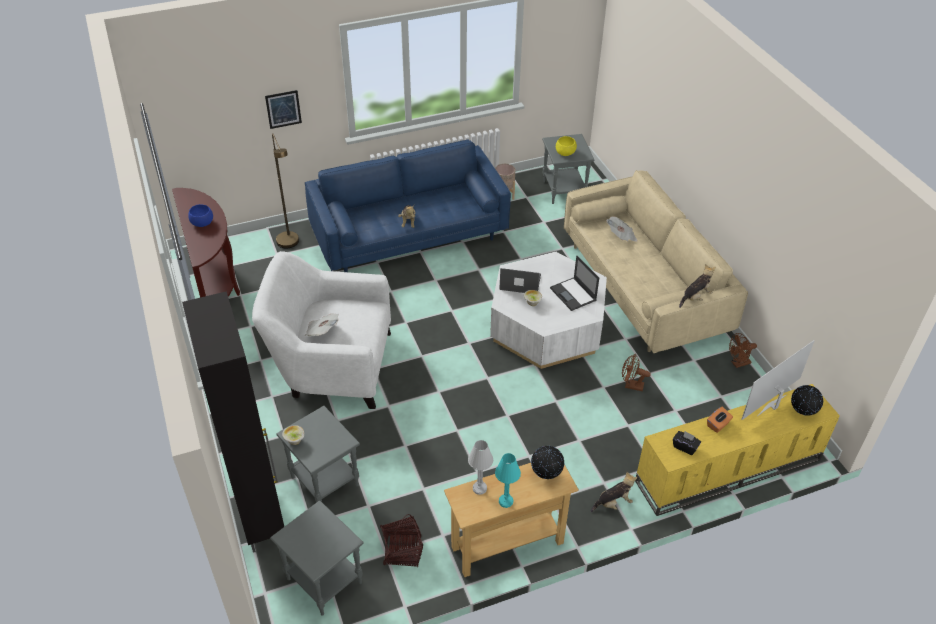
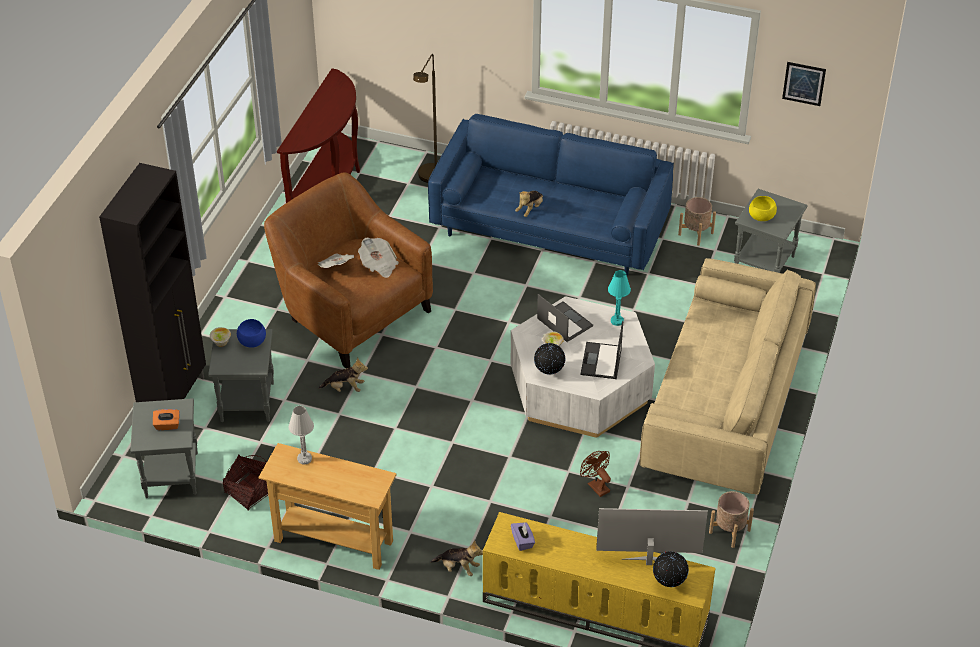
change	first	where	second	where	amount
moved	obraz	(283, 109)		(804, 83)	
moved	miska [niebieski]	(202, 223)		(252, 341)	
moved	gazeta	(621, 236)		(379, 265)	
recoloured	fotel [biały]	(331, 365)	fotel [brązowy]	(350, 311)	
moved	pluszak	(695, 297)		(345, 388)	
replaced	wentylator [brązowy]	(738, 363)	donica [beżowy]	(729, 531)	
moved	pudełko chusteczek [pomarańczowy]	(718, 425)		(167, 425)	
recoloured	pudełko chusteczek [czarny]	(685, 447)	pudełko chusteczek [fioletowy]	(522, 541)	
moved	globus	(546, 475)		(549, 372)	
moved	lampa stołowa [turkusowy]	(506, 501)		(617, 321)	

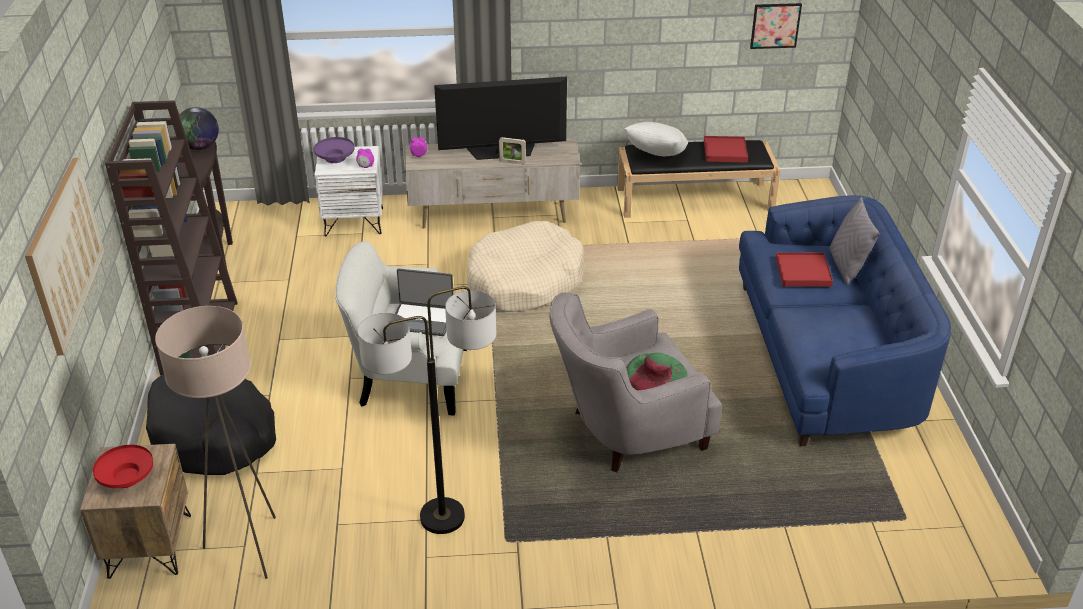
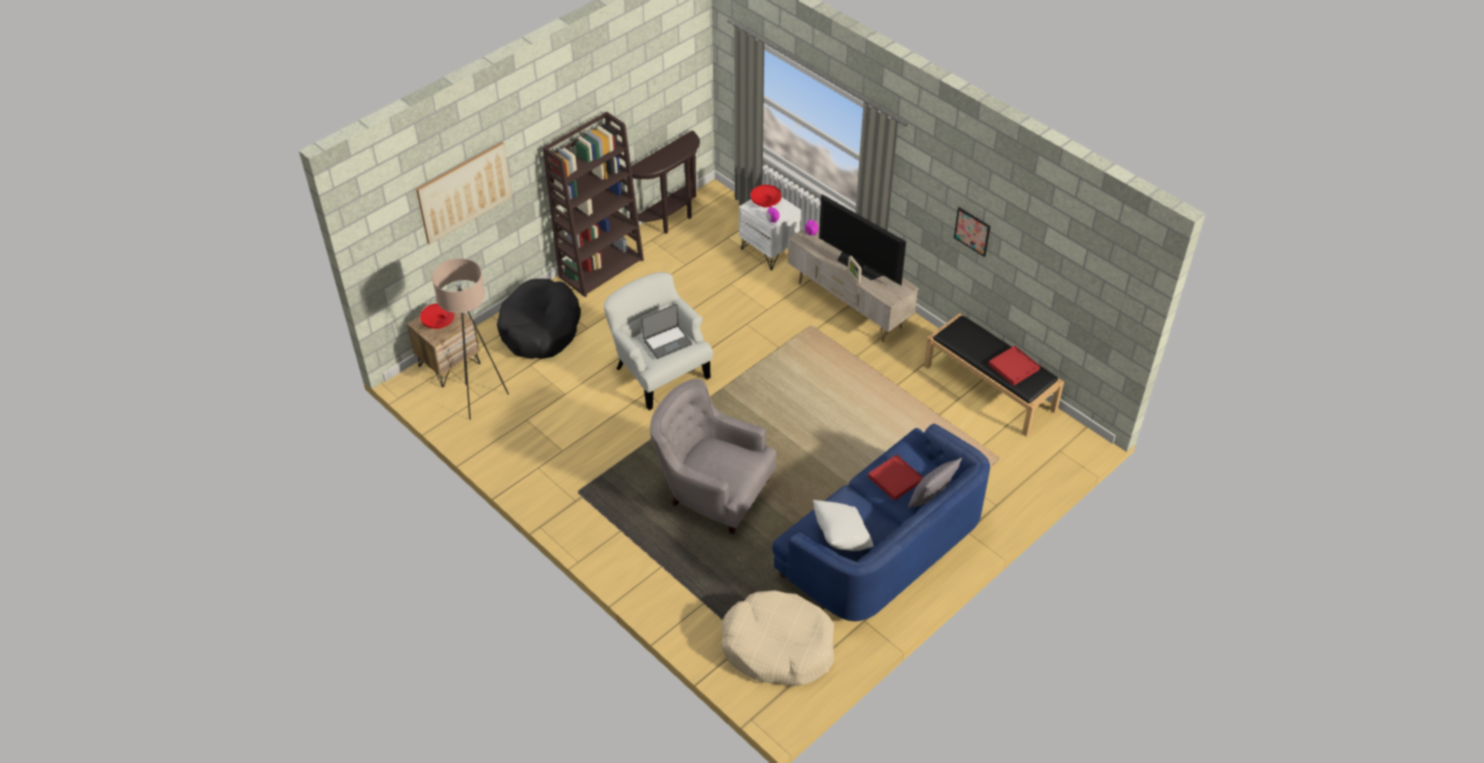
change	first	where	second	where	amount
moved	obraz	(775, 25)		(972, 231)	
removed	globus	(200, 147)			
moved	poduszka [biały]	(655, 156)		(841, 537)	
recoloured	miska [fioletowy]	(335, 158)	miska [czerwony]	(765, 202)	
moved	legowisko [beżowy]	(524, 281)		(778, 647)	
turned	laptop	(422, 319)		(667, 342)	90 degrees counterclockwise
removed	lampa stojąca	(442, 517)			
removed	kapelusz [zielony]	(656, 374)			

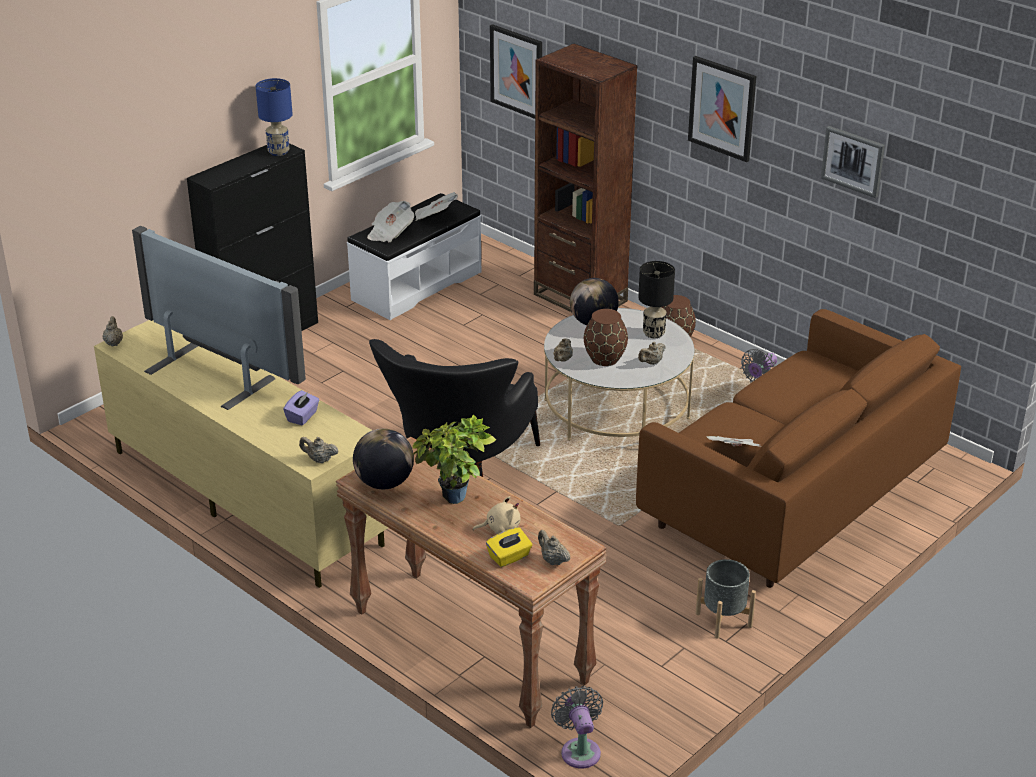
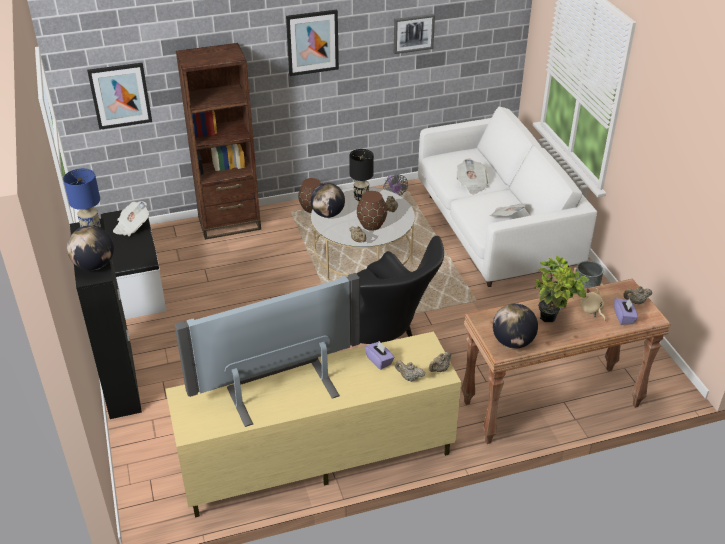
change	first	where	second	where	amount
moved	gazeta	(390, 233)		(472, 184)	
recoloured	kanapa [brązowy]	(791, 497)	kanapa [biały]	(495, 231)	
moved	imbryk [beżowy]	(114, 343)		(409, 378)	
turned	pluszak [beżowy]	(500, 528)		(591, 310)	45 degrees counterclockwise
recoloured	pudełko chusteczek [żółty]	(509, 557)	pudełko chusteczek [fioletowy]	(624, 317)	
removed	wentylator [szary]	(579, 750)			
added			globus	(94, 265)	

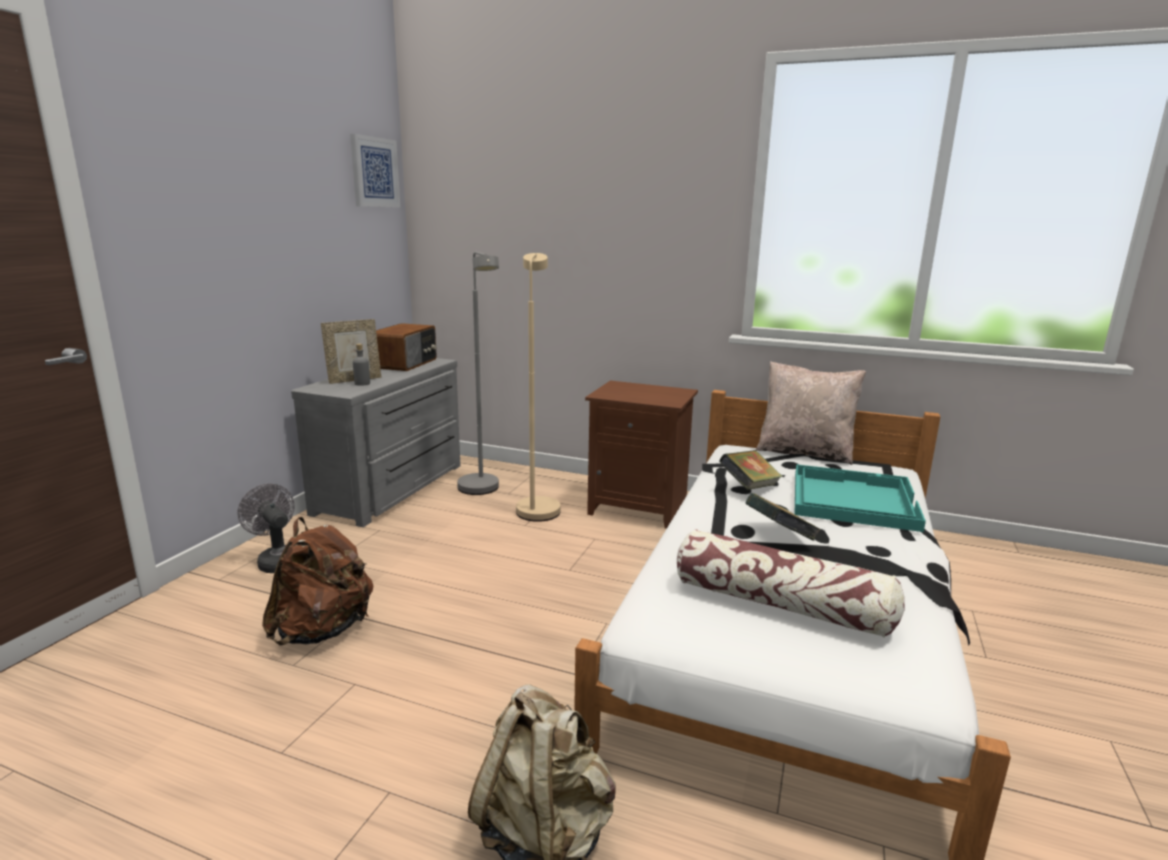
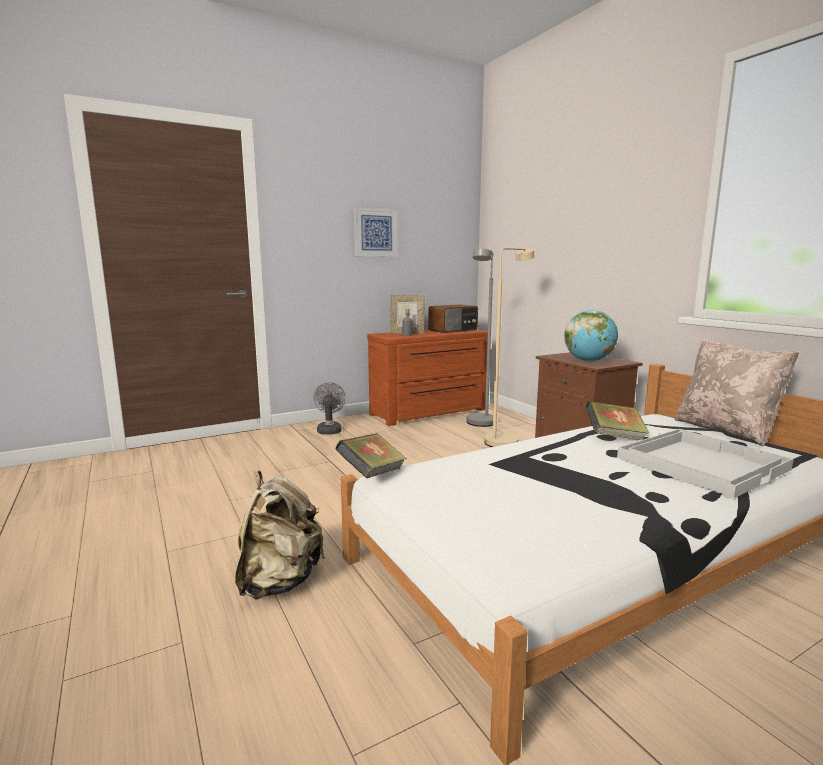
change	first	where	second	where	amount
moved	obraz	(374, 172)		(375, 232)	
recoloured	komoda [szary]	(394, 489)	komoda [brązowy]	(430, 413)	
recoloured	taca [turkusowy]	(851, 499)	taca [biały]	(701, 463)	
moved	książka	(779, 536)		(372, 474)	
removed	plecak [brązowy]	(323, 630)			
removed	poduszka	(781, 604)			
added			globus	(588, 361)	

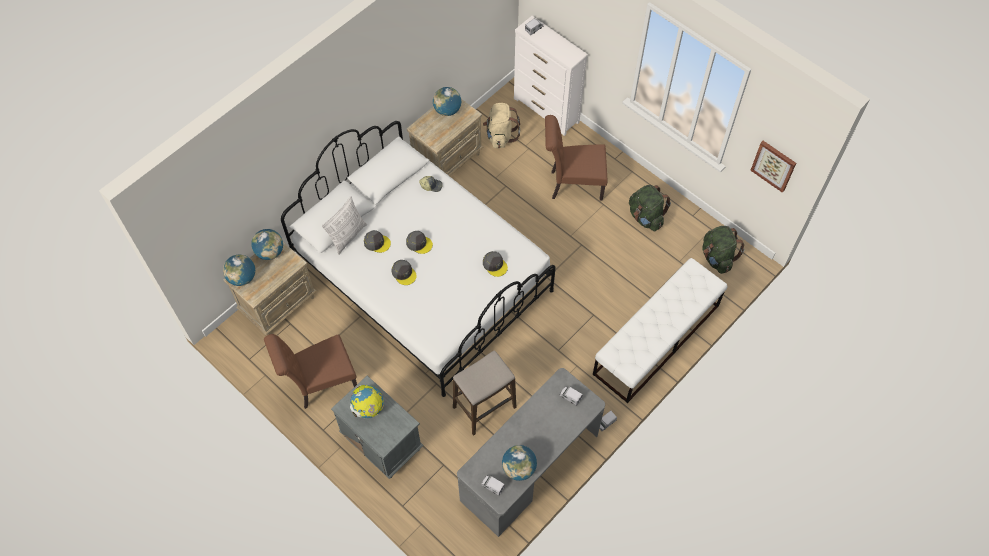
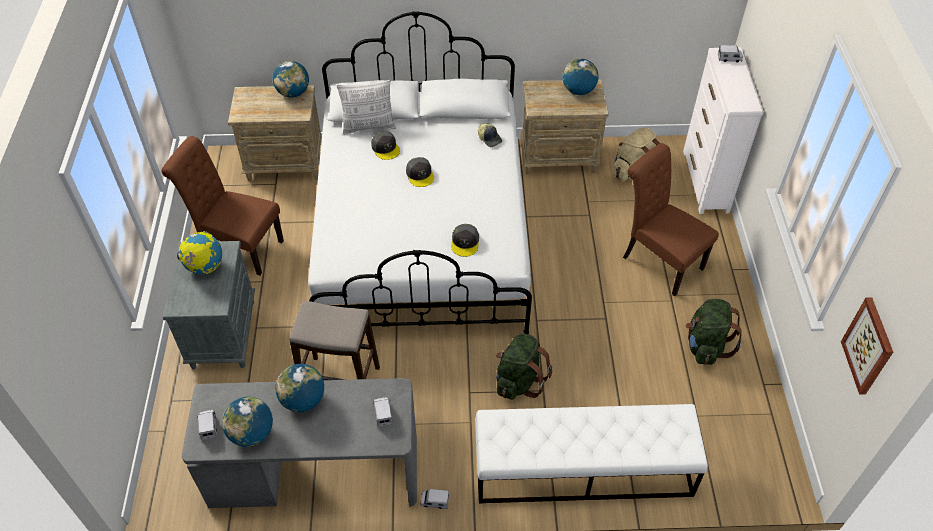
change	first	where	second	where	amount
moved	plecak [zielony]	(717, 258)		(519, 380)	
moved	globus	(242, 278)		(303, 400)	
removed	czapka z daszkiem [szary]	(404, 273)			

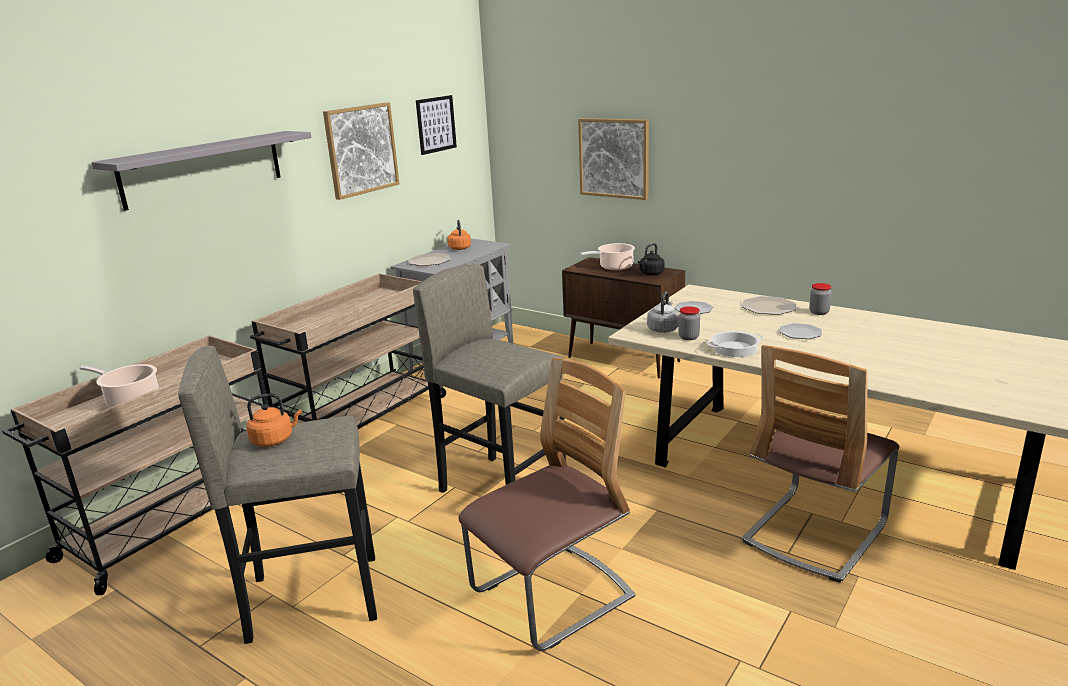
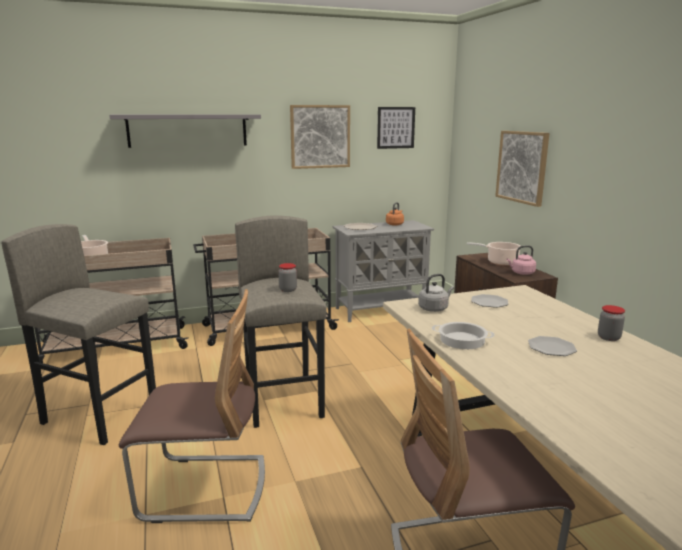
change	first	where	second	where	amount
recoloured	czajnik [czarny]	(650, 274)	czajnik [różowy]	(521, 273)	
removed	talerz	(768, 307)			
moved	słoik	(688, 337)		(288, 290)	
removed	czajnik [pomarańczowy]	(274, 440)			

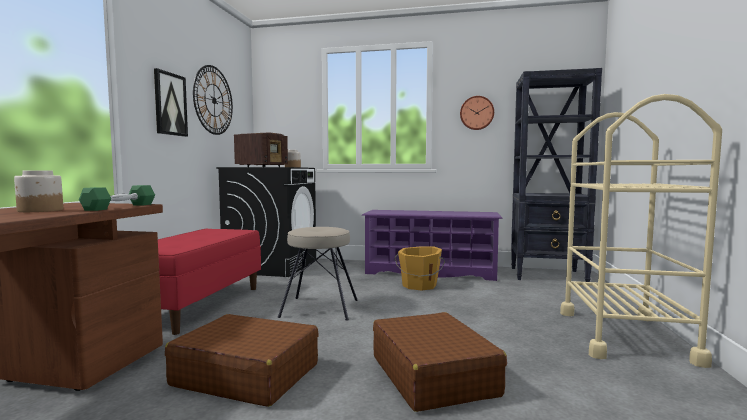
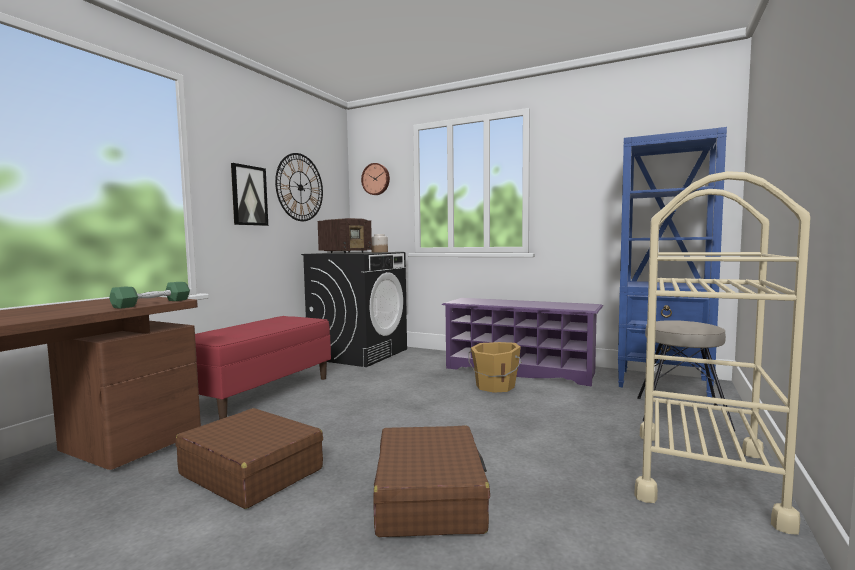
change	first	where	second	where	amount
recoloured	regał [czarny]	(548, 275)	regał [niebieski]	(664, 383)	
moved	zegar ścienny	(476, 113)		(376, 179)	
removed	słoik	(40, 210)			
moved	stołek [beżowy]	(320, 308)		(681, 412)	

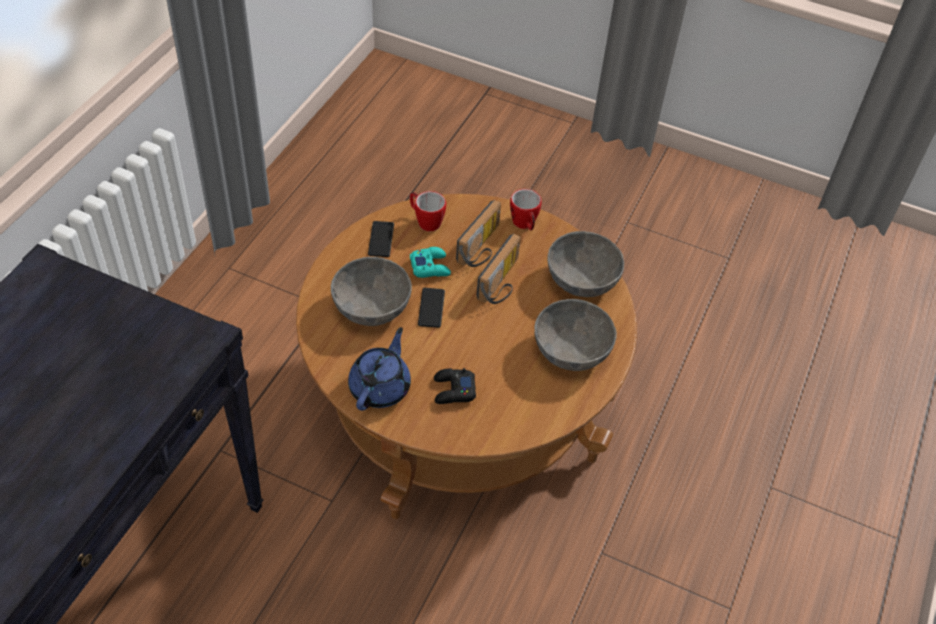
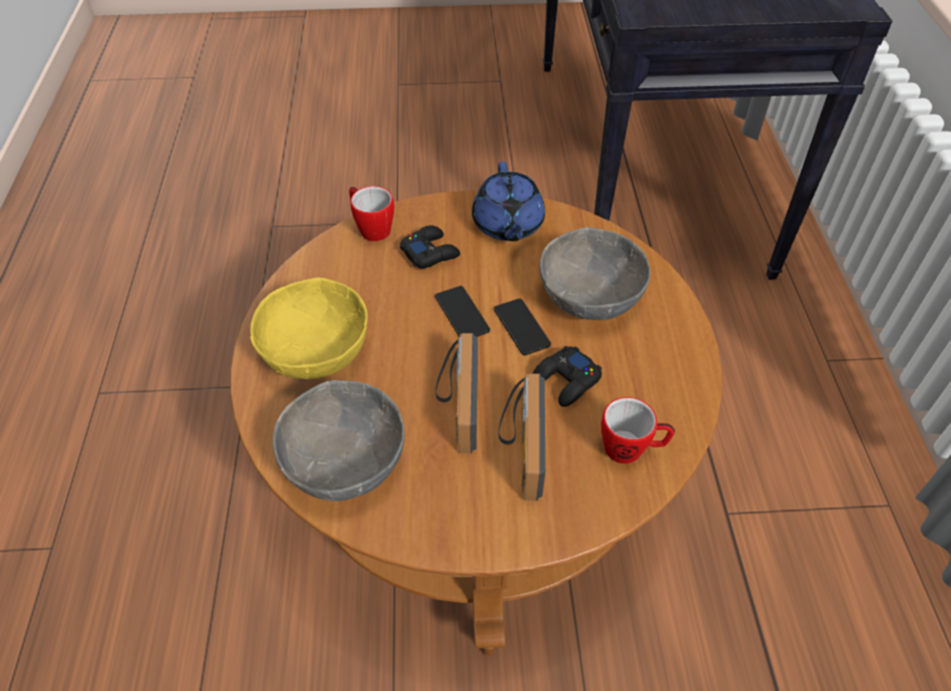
change	first	where	second	where	amount
moved	kubek	(525, 225)		(371, 228)	
moved	telefon	(381, 239)		(462, 314)	
recoloured	pad do gier [turkusowy]	(430, 266)	pad do gier [czarny]	(566, 381)	
recoloured	miska [szary]	(570, 351)	miska [żółty]	(316, 351)	

